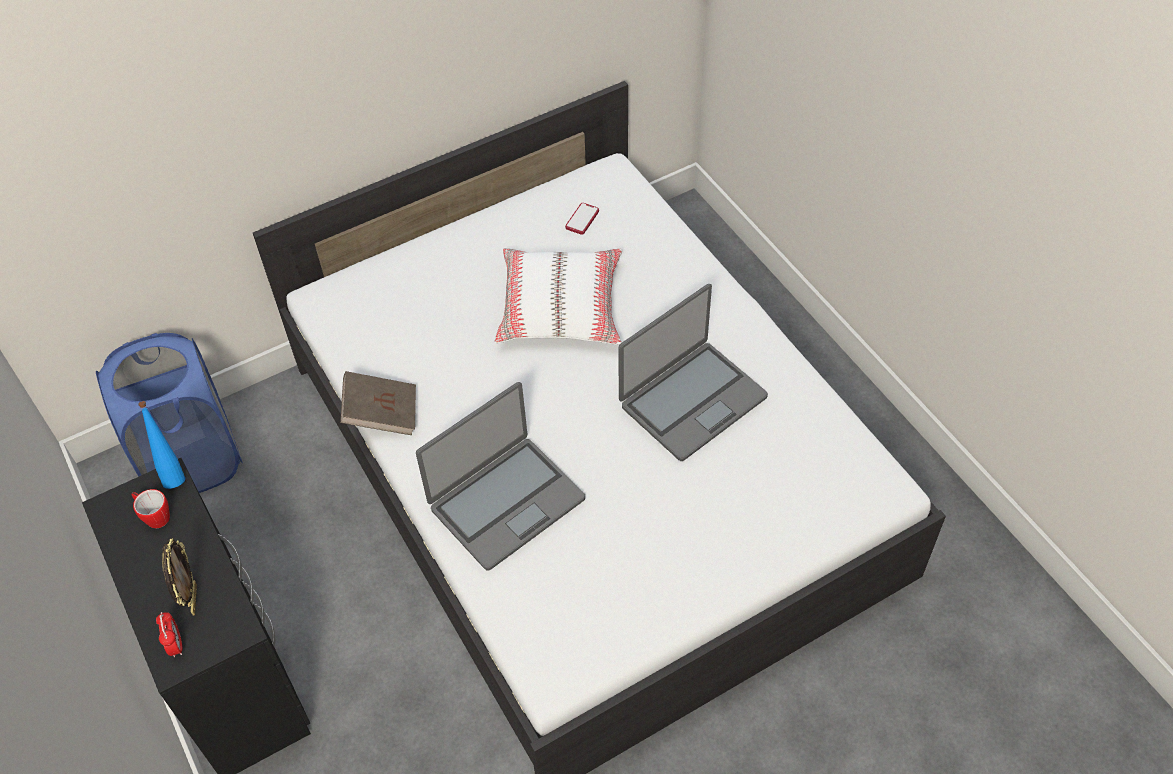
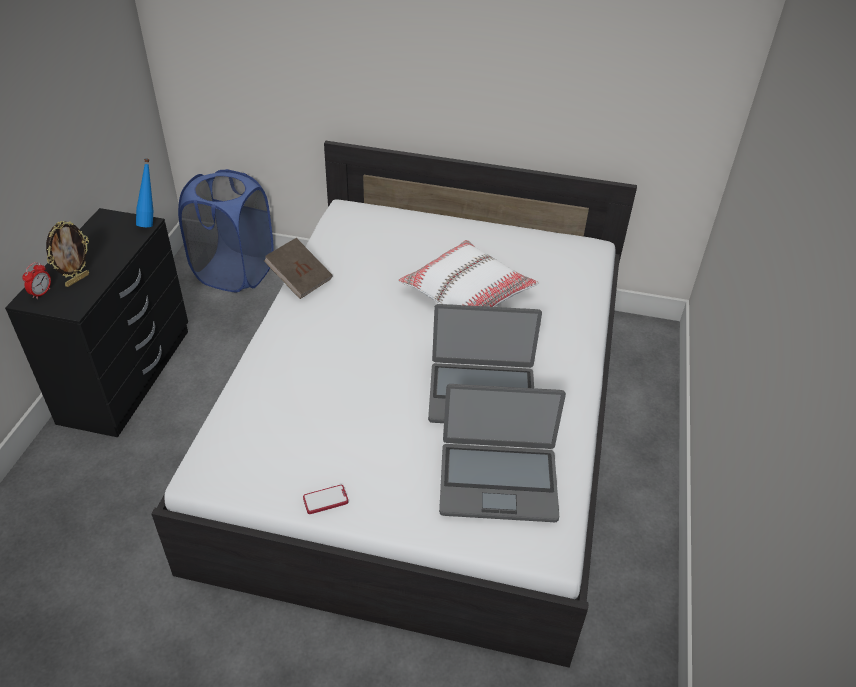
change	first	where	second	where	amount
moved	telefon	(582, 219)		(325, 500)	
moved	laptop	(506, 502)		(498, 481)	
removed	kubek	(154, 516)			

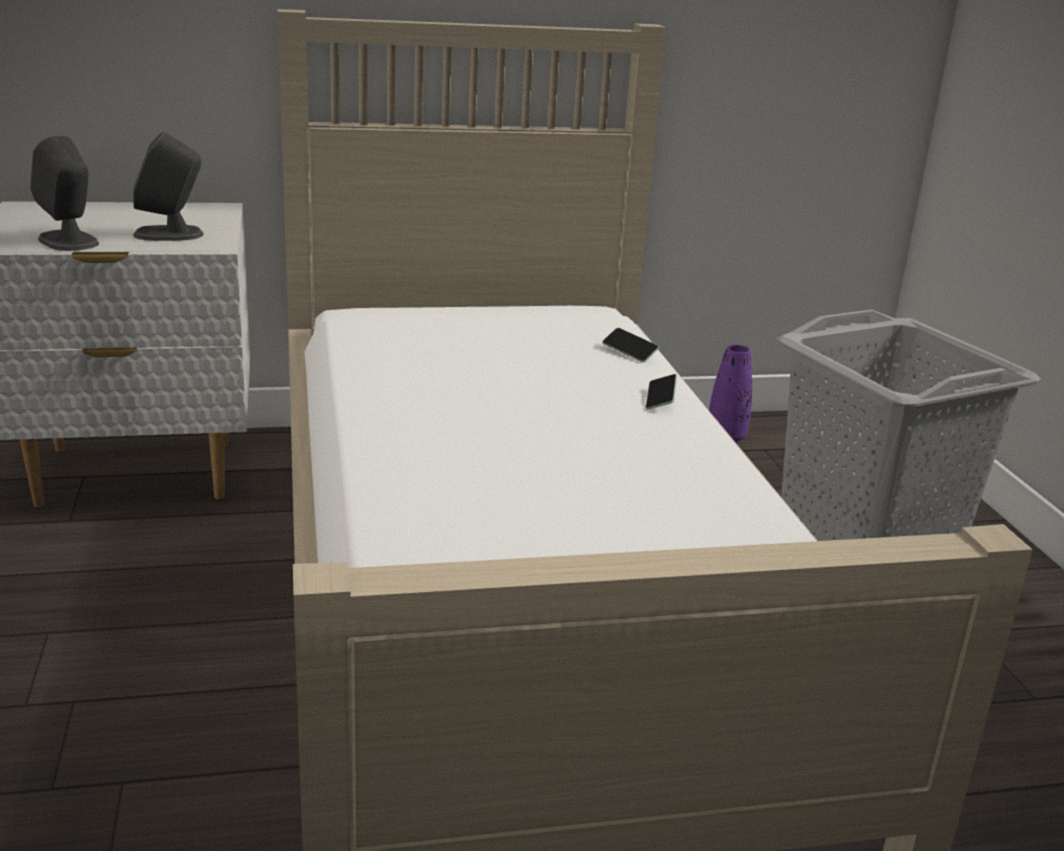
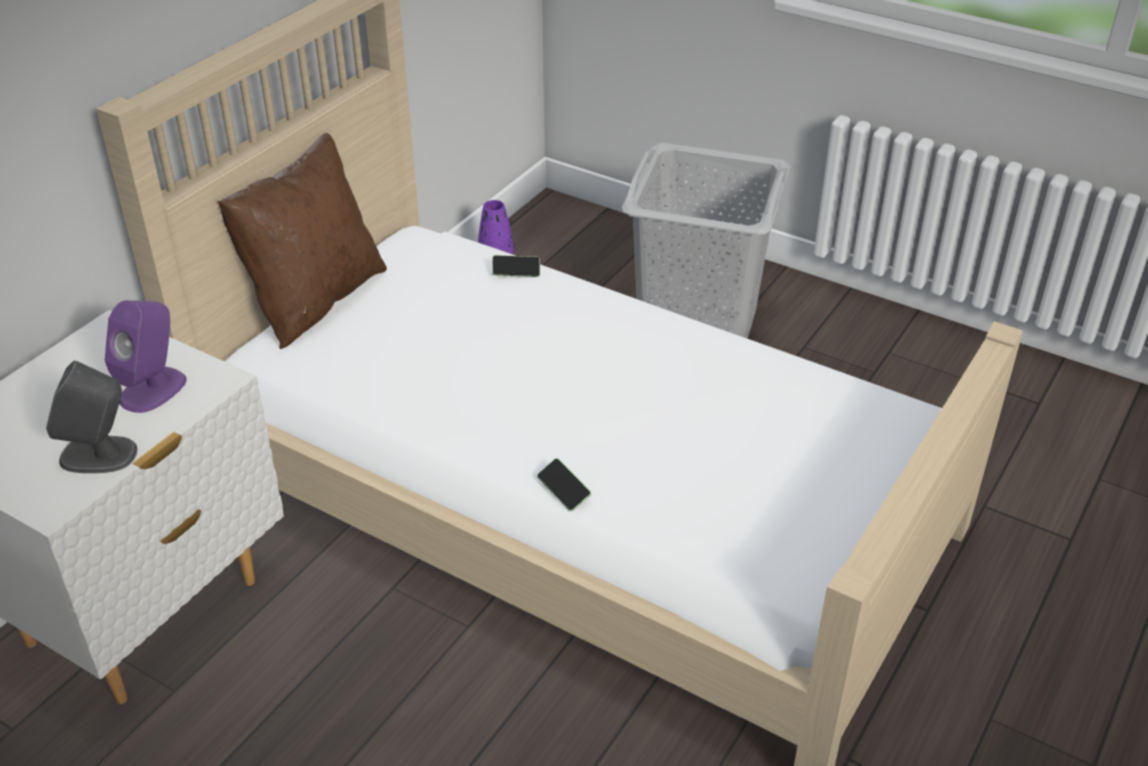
change	first	where	second	where	amount
recoloured	głośnik [szary]	(169, 234)	głośnik [fioletowy]	(153, 389)	
moved	telefon	(660, 400)		(563, 491)	
added			poduszka [brązowy]	(314, 300)	

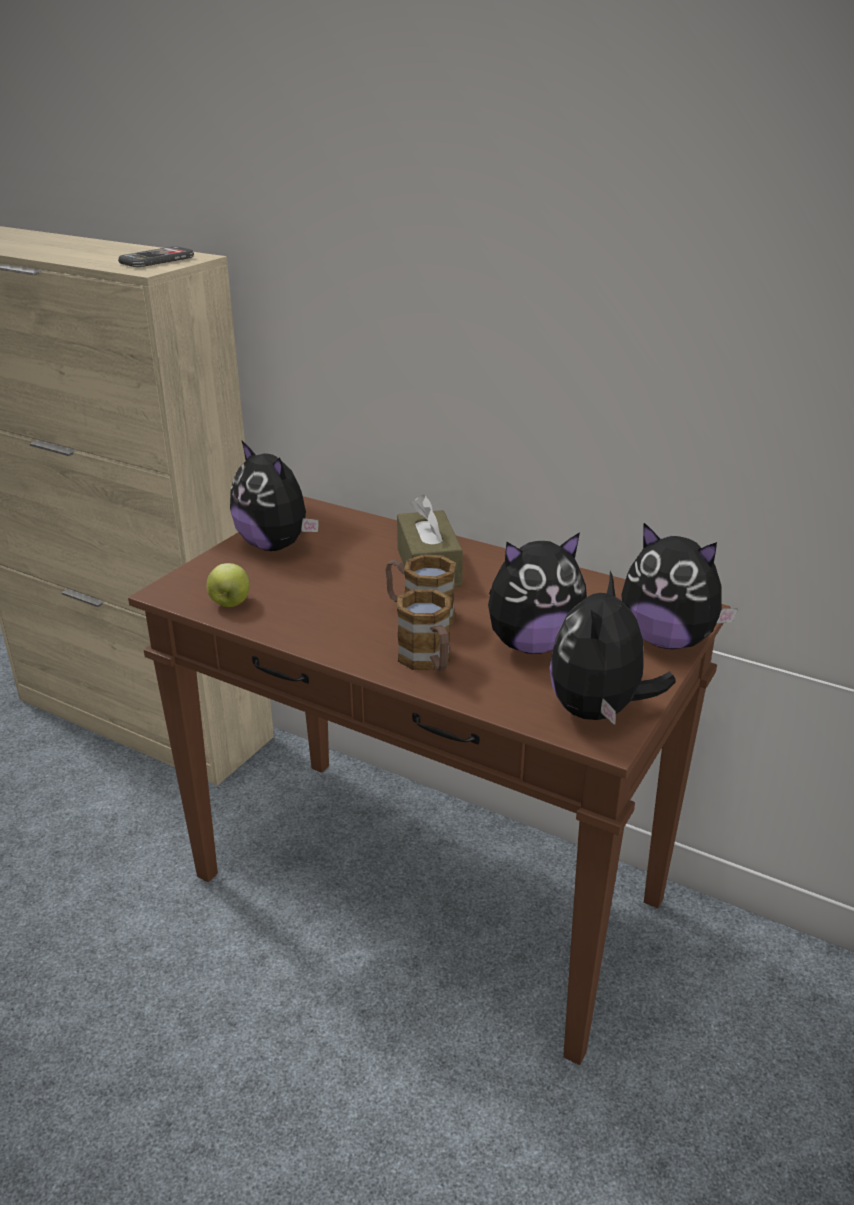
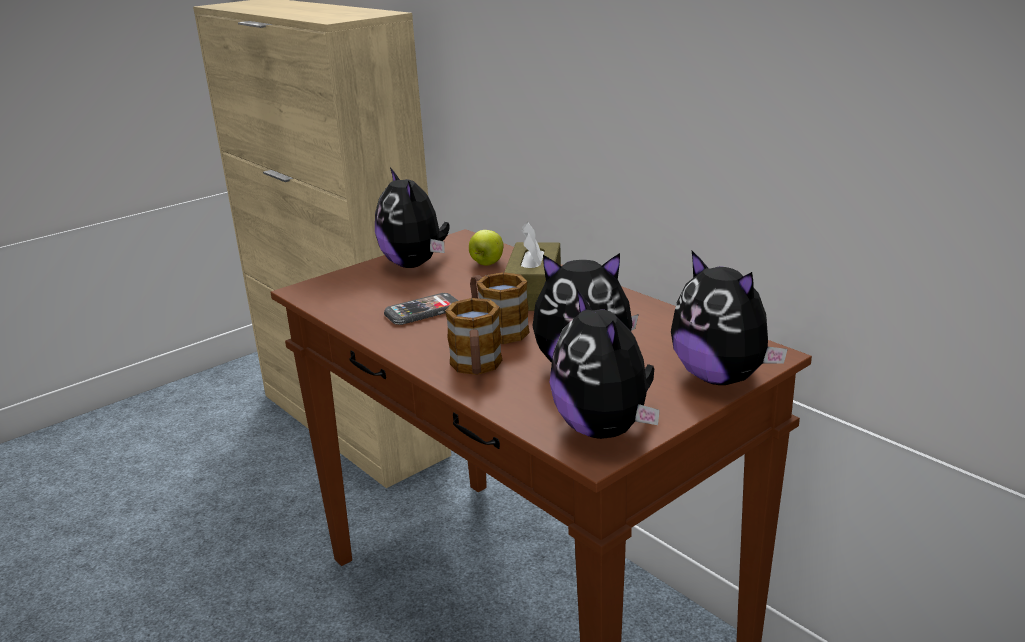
change	first	where	second	where	amount
moved	telefon	(157, 260)		(422, 311)	
moved	jabłko	(230, 603)		(487, 263)	
turned	pluszak	(599, 711)		(605, 429)	60 degrees counterclockwise

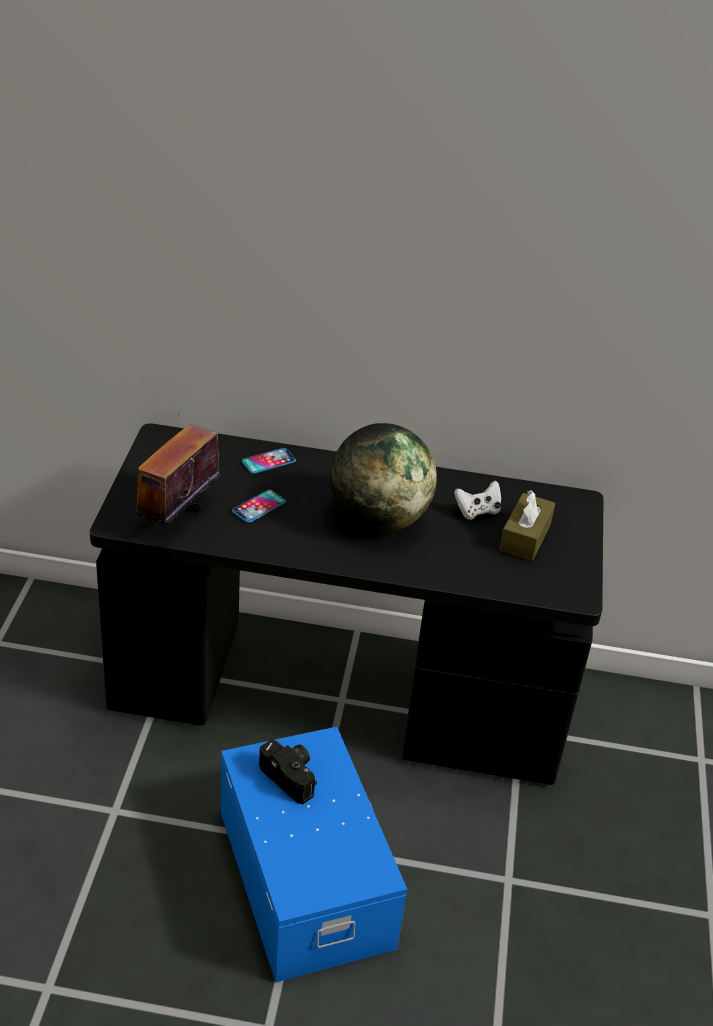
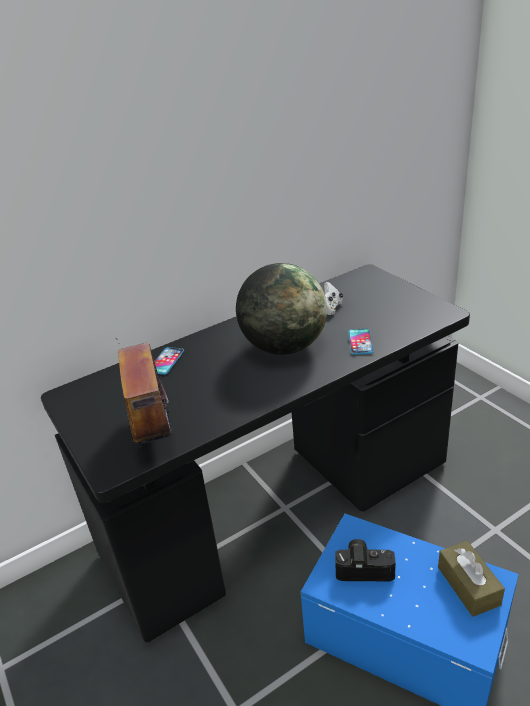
change	first	where	second	where	amount
moved	telefon	(259, 507)		(360, 342)	
moved	pudełko chusteczek [brązowy]	(525, 537)		(468, 585)	

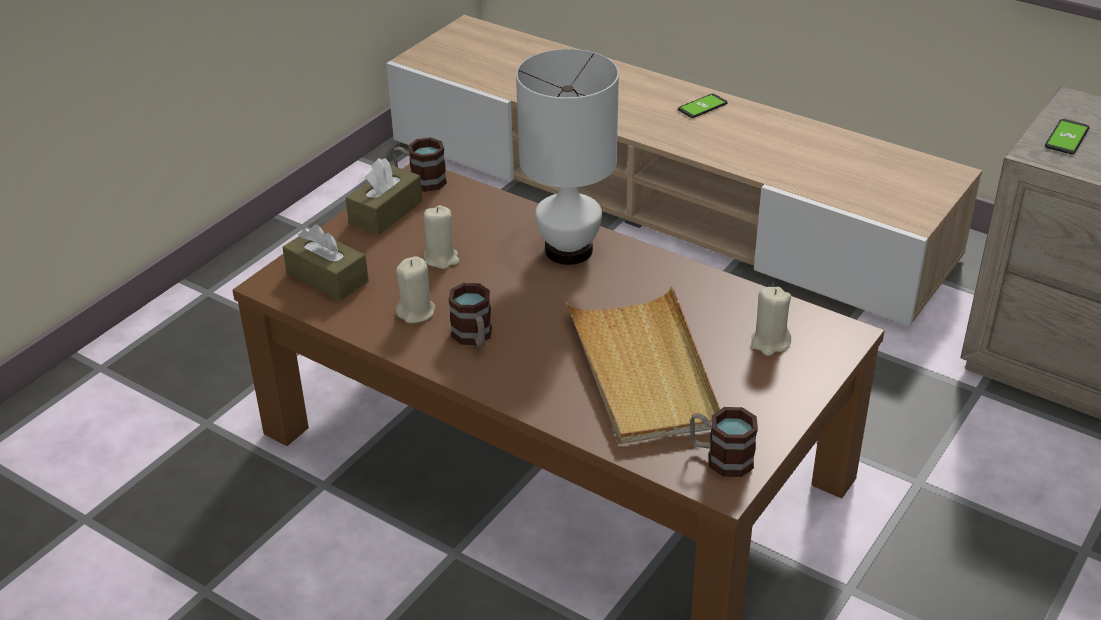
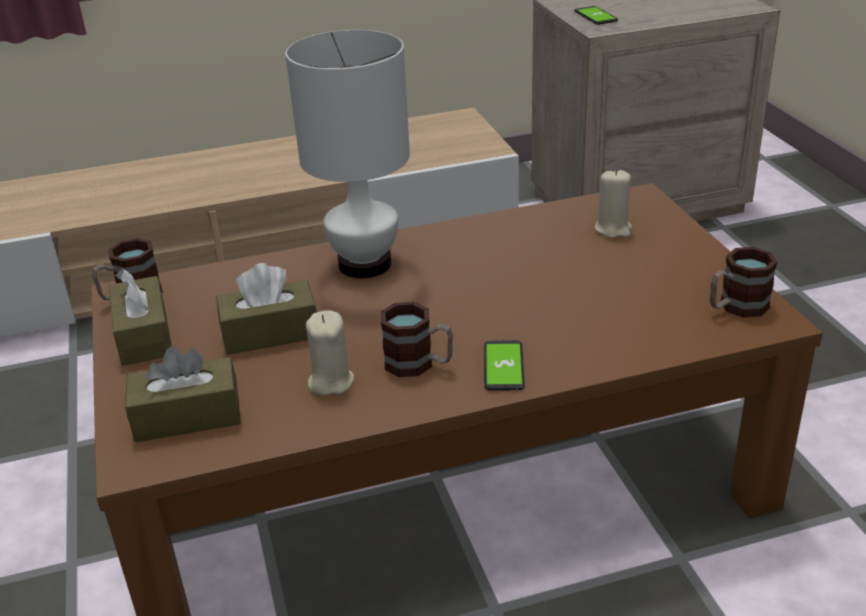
change	first	where	second	where	amount
moved	telefon	(702, 107)		(503, 366)	
replaced	świeca [beżowy]	(441, 258)	pudełko chusteczek [brązowy]	(270, 333)	
removed	taca [beżowy]	(643, 371)			

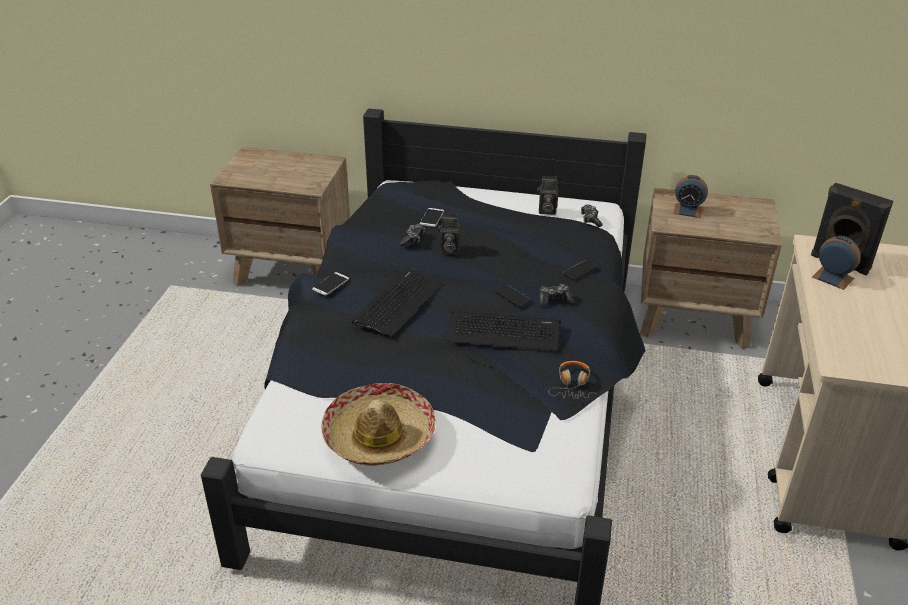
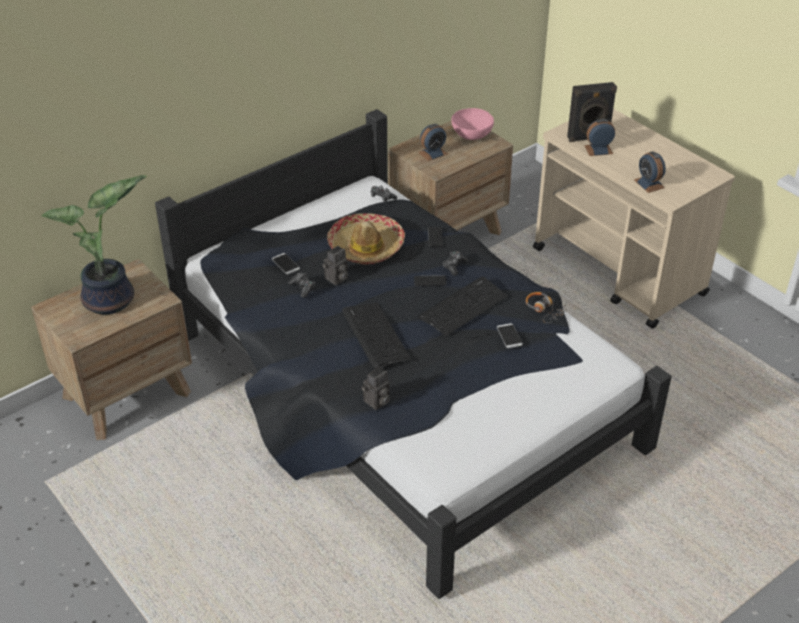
change	first	where	second	where	amount
moved	aparat fotograficzny	(546, 210)		(376, 402)	
moved	telefon	(330, 284)		(509, 336)	
moved	kapelusz	(379, 435)		(366, 247)	
added			miska [różowy]	(471, 134)	
added			budzik	(649, 183)	
added			roślina doniczkowa	(112, 301)	

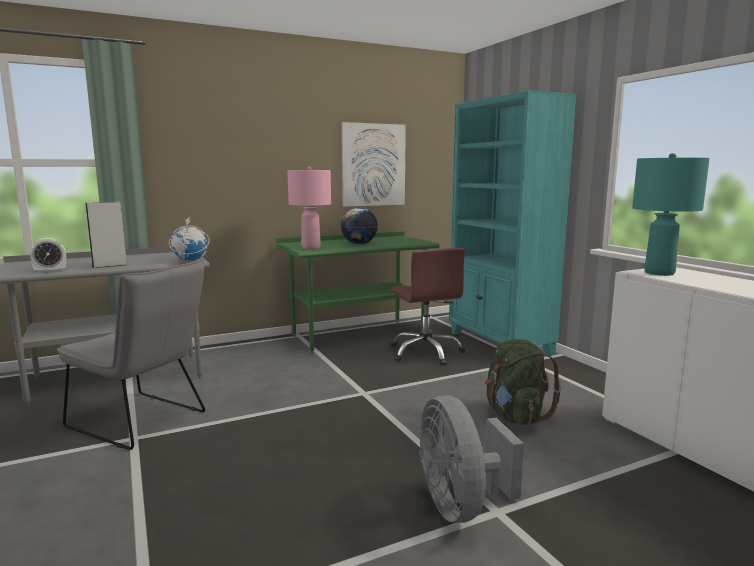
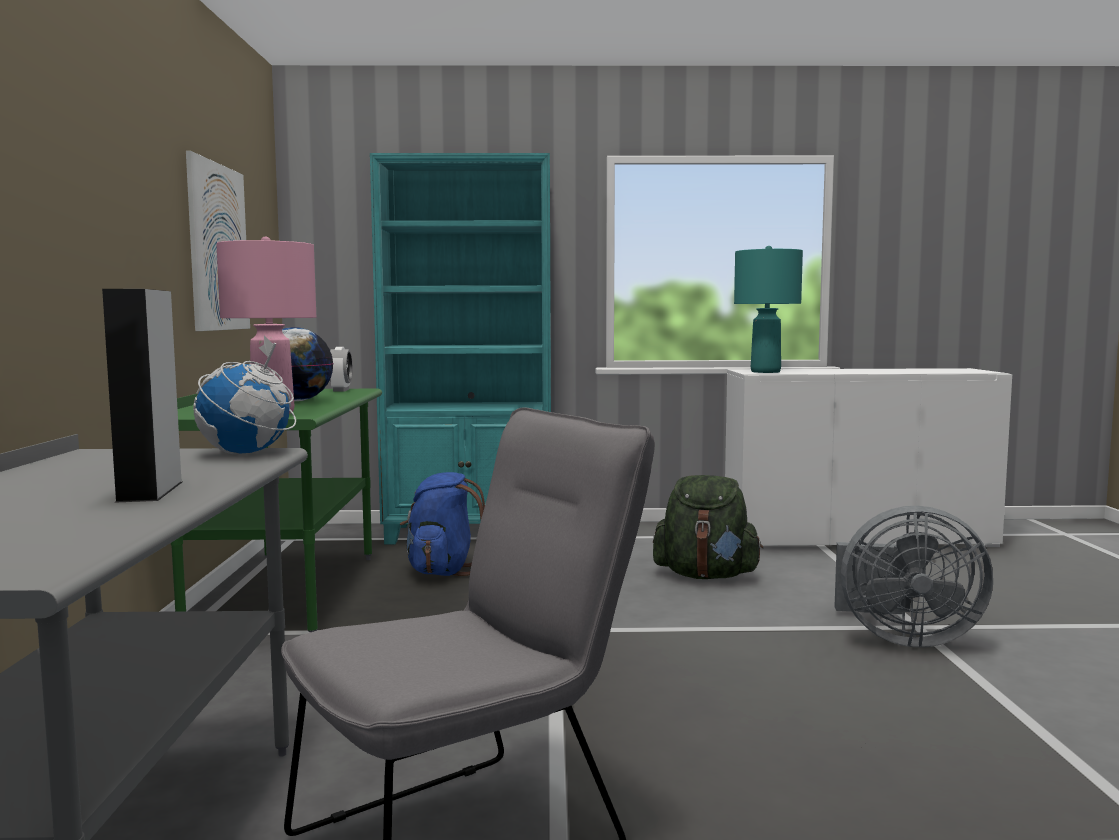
change	first	where	second	where	amount
moved	budzik	(50, 271)		(340, 390)	
replaced	krzesło biurowe [brązowy]	(426, 352)	plecak [niebieski]	(443, 571)	

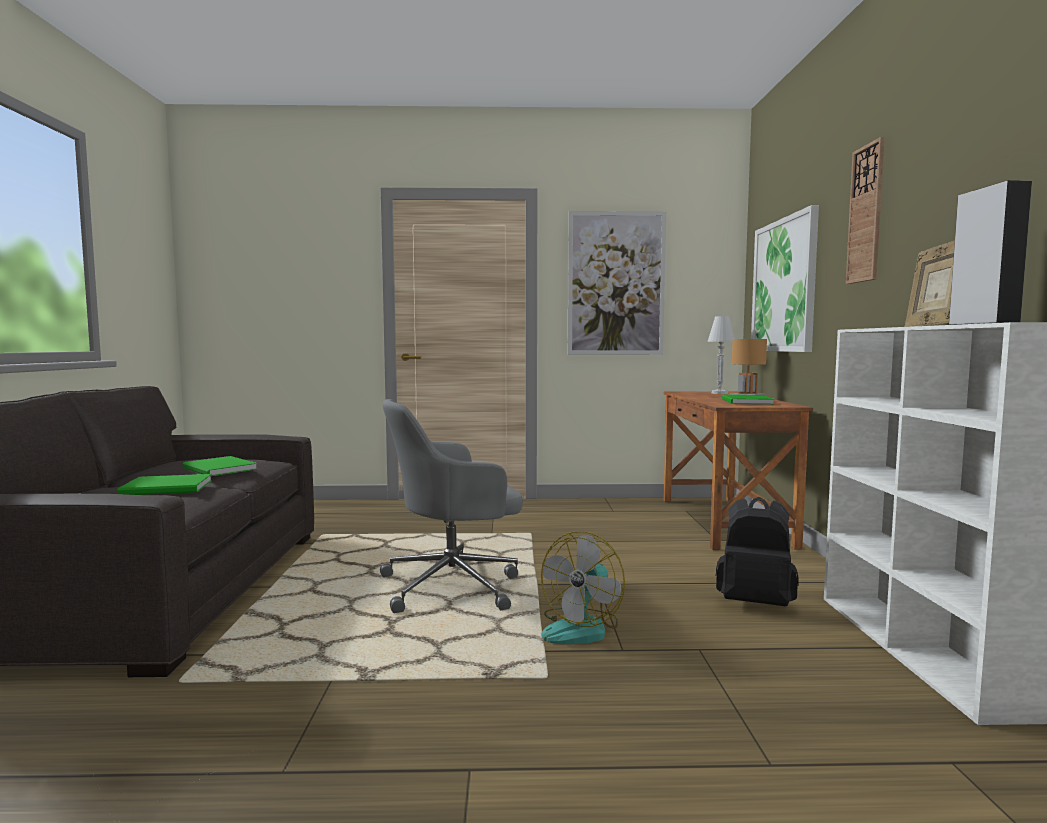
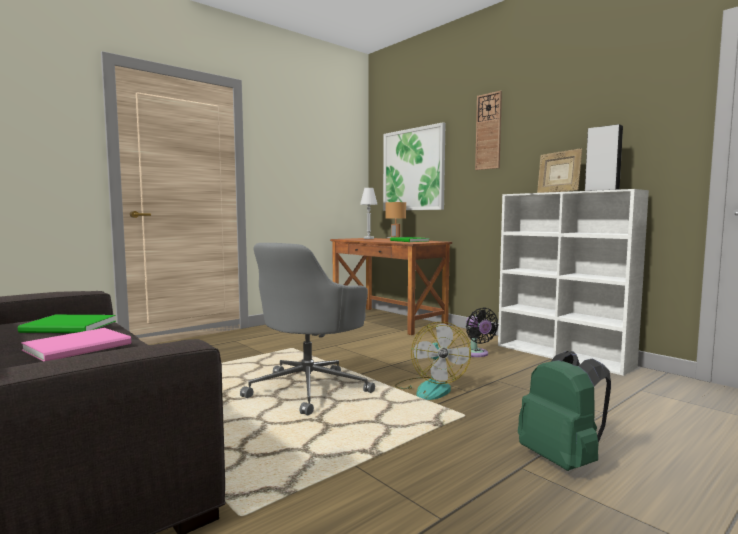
change	first	where	second	where	amount
removed	obraz	(616, 284)			
recoloured	książka [zielony]	(169, 488)	książka [różowy]	(81, 347)	
replaced	plecak [czarny]	(755, 602)	wentylator [czarny]	(476, 354)	
added			plecak [zielony]	(563, 461)	

